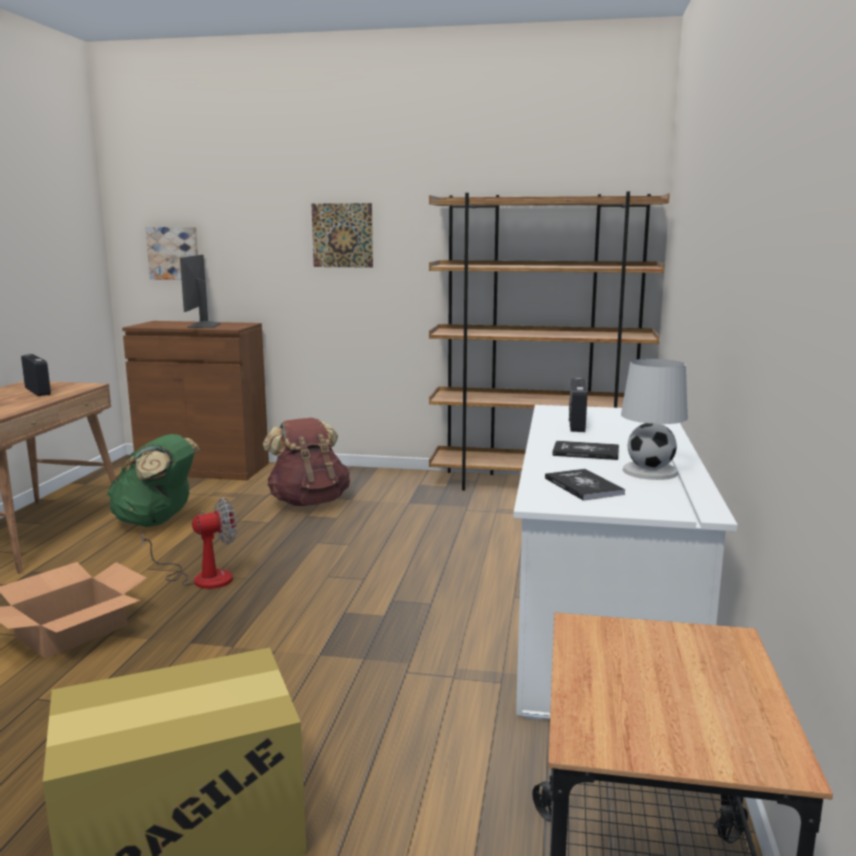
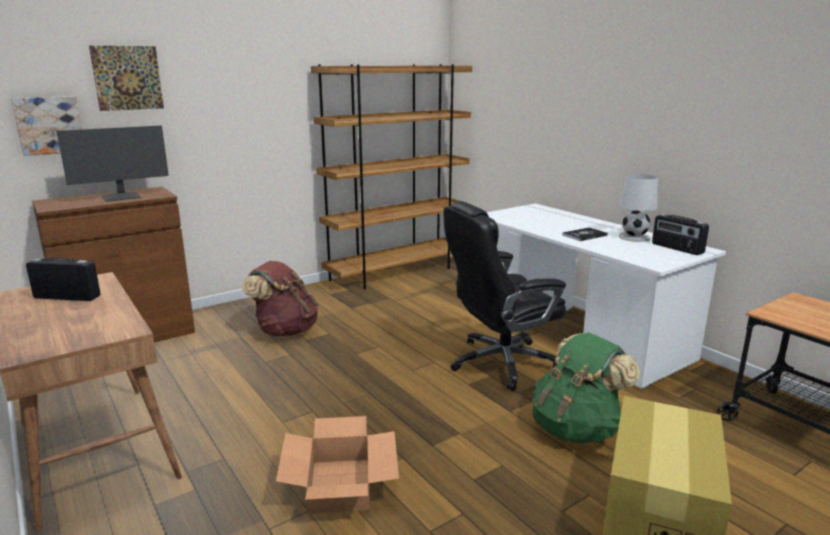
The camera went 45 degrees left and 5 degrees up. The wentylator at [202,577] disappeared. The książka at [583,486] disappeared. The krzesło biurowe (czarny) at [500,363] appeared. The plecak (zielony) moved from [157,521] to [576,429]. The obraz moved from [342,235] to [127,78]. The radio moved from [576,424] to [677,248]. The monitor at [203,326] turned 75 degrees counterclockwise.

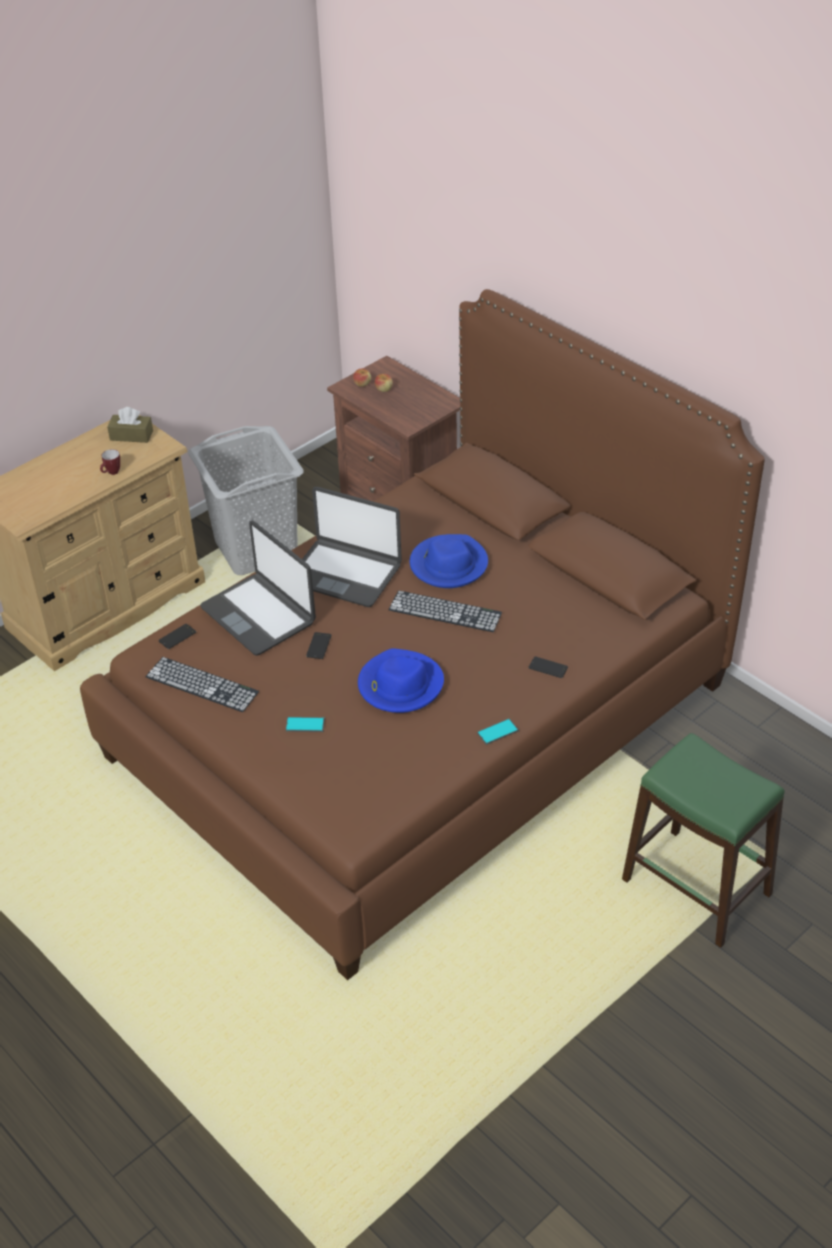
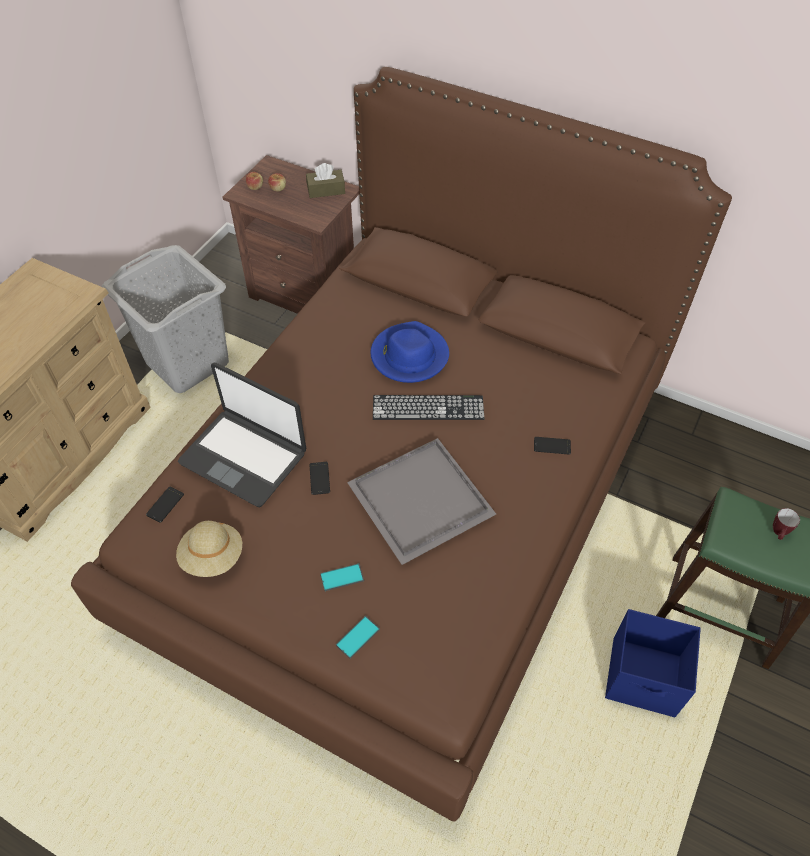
The camera went 20 degrees left and 10 degrees up. The laptop at [345,573] disappeared. The pojemnik do przechowywania (niebieski) at [644,678] appeared. The kubek moved from [112,473] to [778,534]. The pudełko chusteczek (brązowy) moved from [131,435] to [326,190]. The telefon moved from [497,732] to [358,637]. The klawiatura at [202,684] was replaced by the kapelusz (beżowy) at [212,557]. The kapelusz (niebieski) at [400,685] was replaced by the taca (szary) at [420,503].

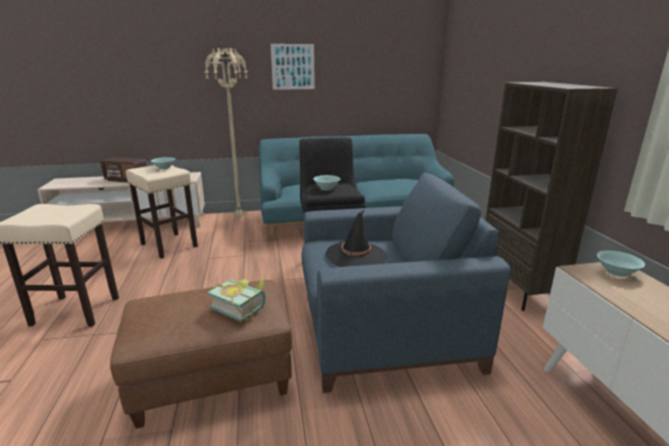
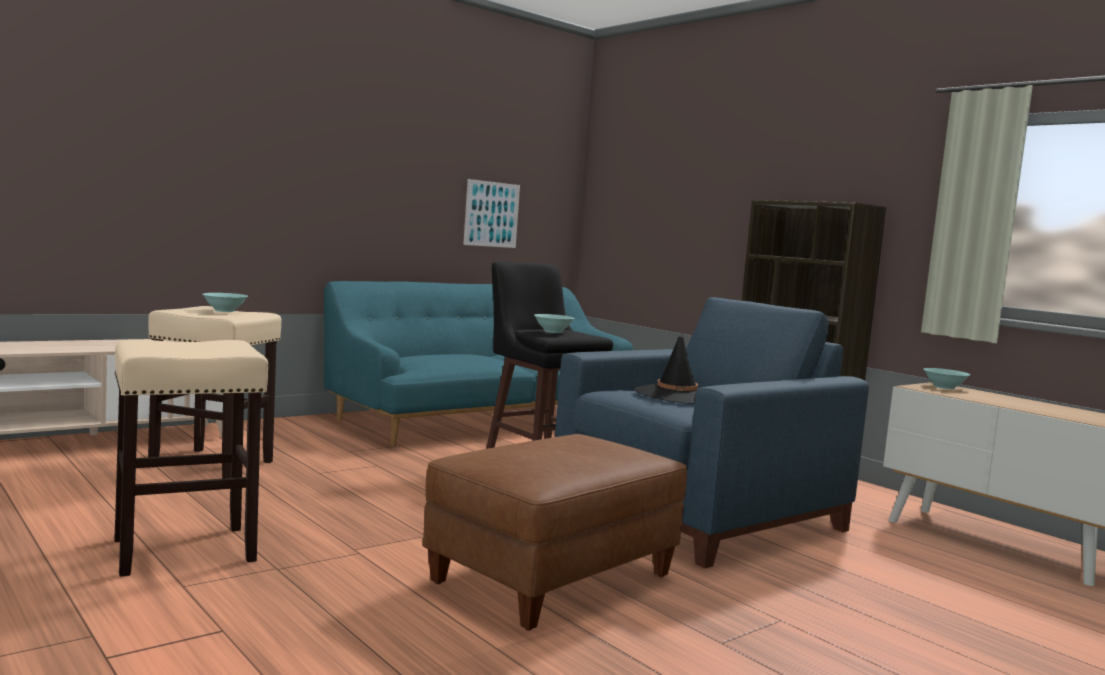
The camera went 30 degrees left and 15 degrees down. The radio at [126,180] disappeared. The lampa stojąca (beżowy) at [240,217] disappeared. The książka at [242,306] disappeared. The obraz moved from [293,67] to [491,214].

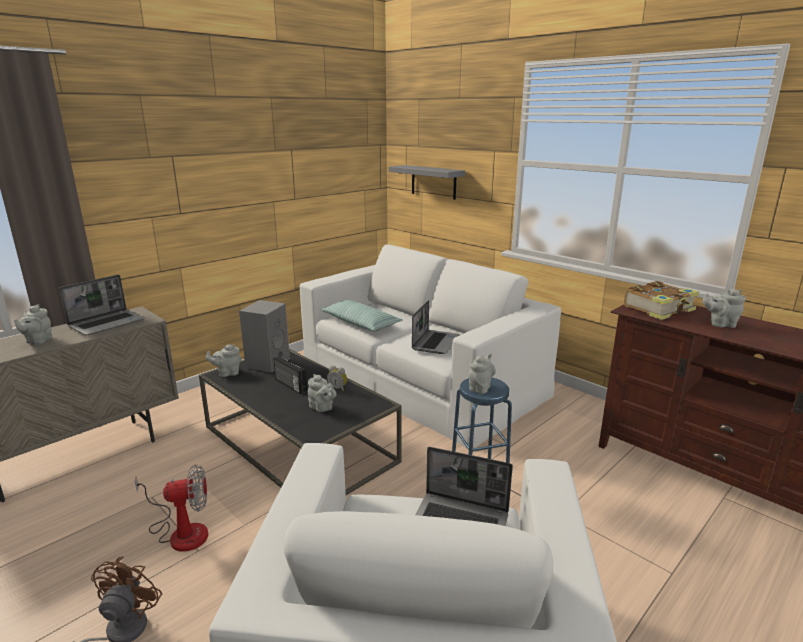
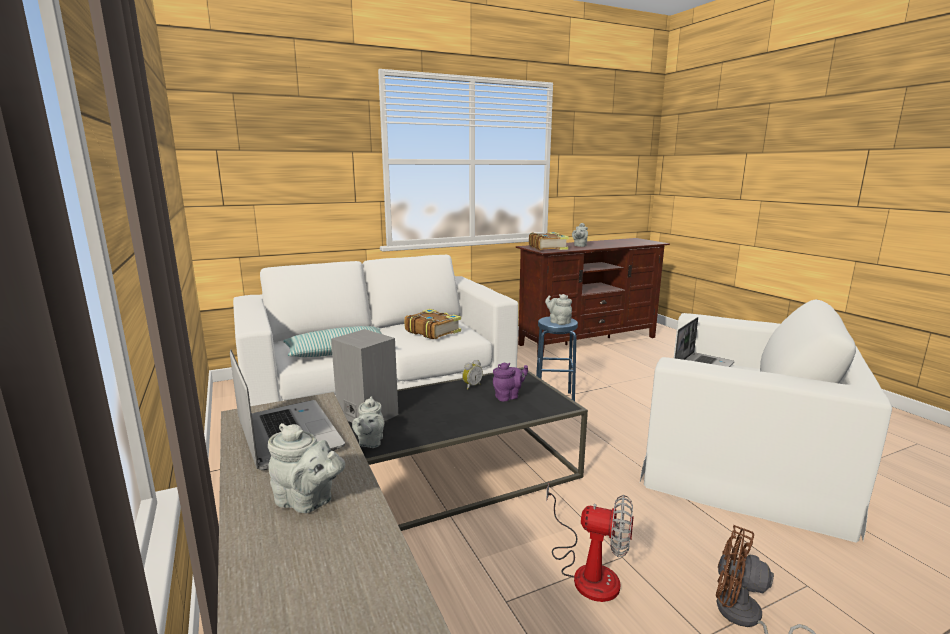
The camera went 70 degrees left and 5 degrees down. The radio at [290,385] disappeared. The półka (szary) at [433,182] disappeared. The laptop at [435,343] was replaced by the książka at [432,331]. The imbryk (szary) at [322,408] became the imbryk (fioletowy) at [508,396]. The wentylator at [181,532] turned 105 degrees clockwise.

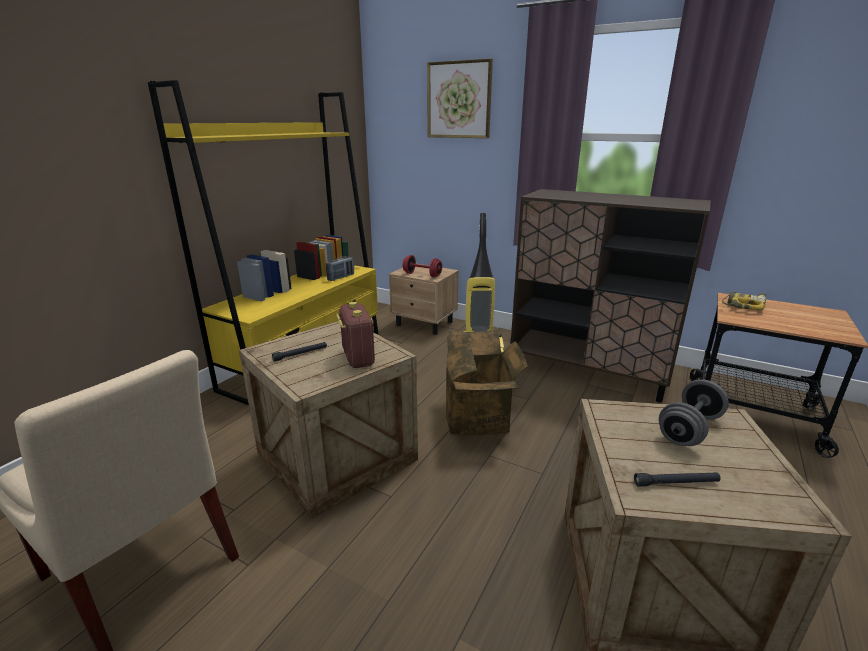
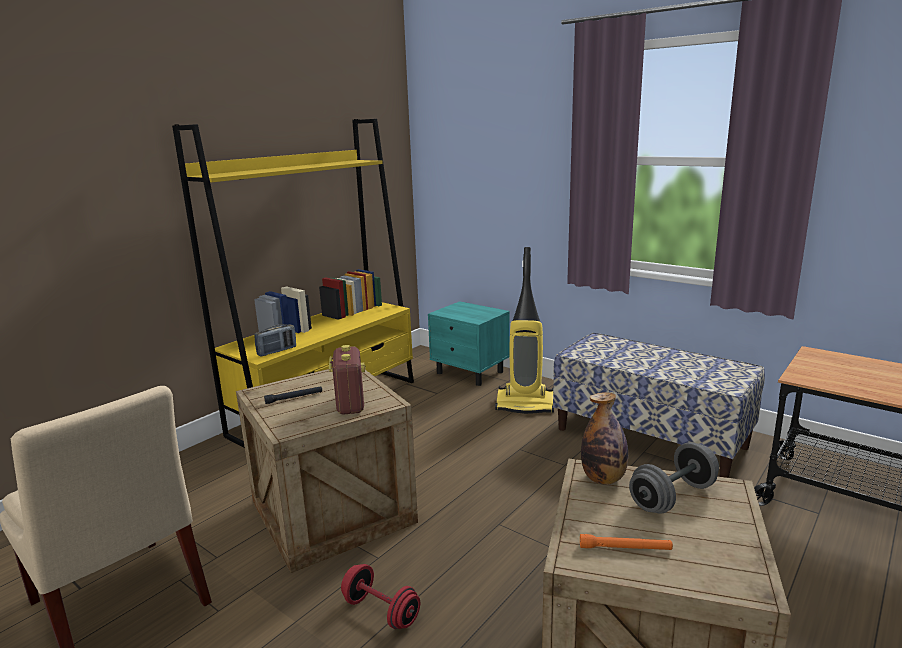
The camera went 10 degrees right and 5 degrees down. The obraz at [459,100] disappeared. The karton at [480,417] disappeared. The wiertarka at [743,305] disappeared. The butelka at [603,479] appeared. The radio moved from [341,277] to [277,351]. The hantel (czerwony) moved from [422,275] to [381,611]. The szafka (brązowy) at [588,372] was replaced by the ławka at [650,438]. The szafka nocna (beżowy) at [425,324] became the szafka nocna (turkusowy) at [470,373]. The latarka (czarny) at [676,483] became the latarka (pomarańczowy) at [625,548].

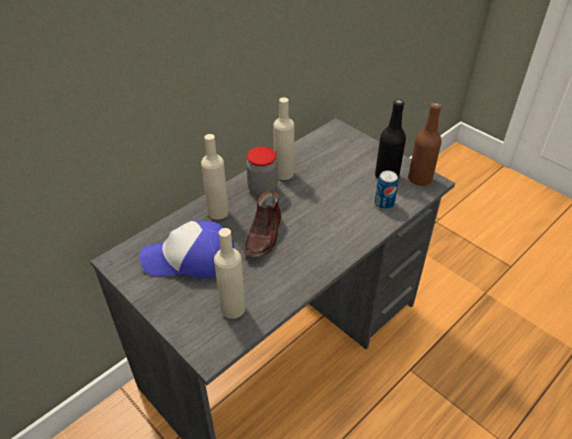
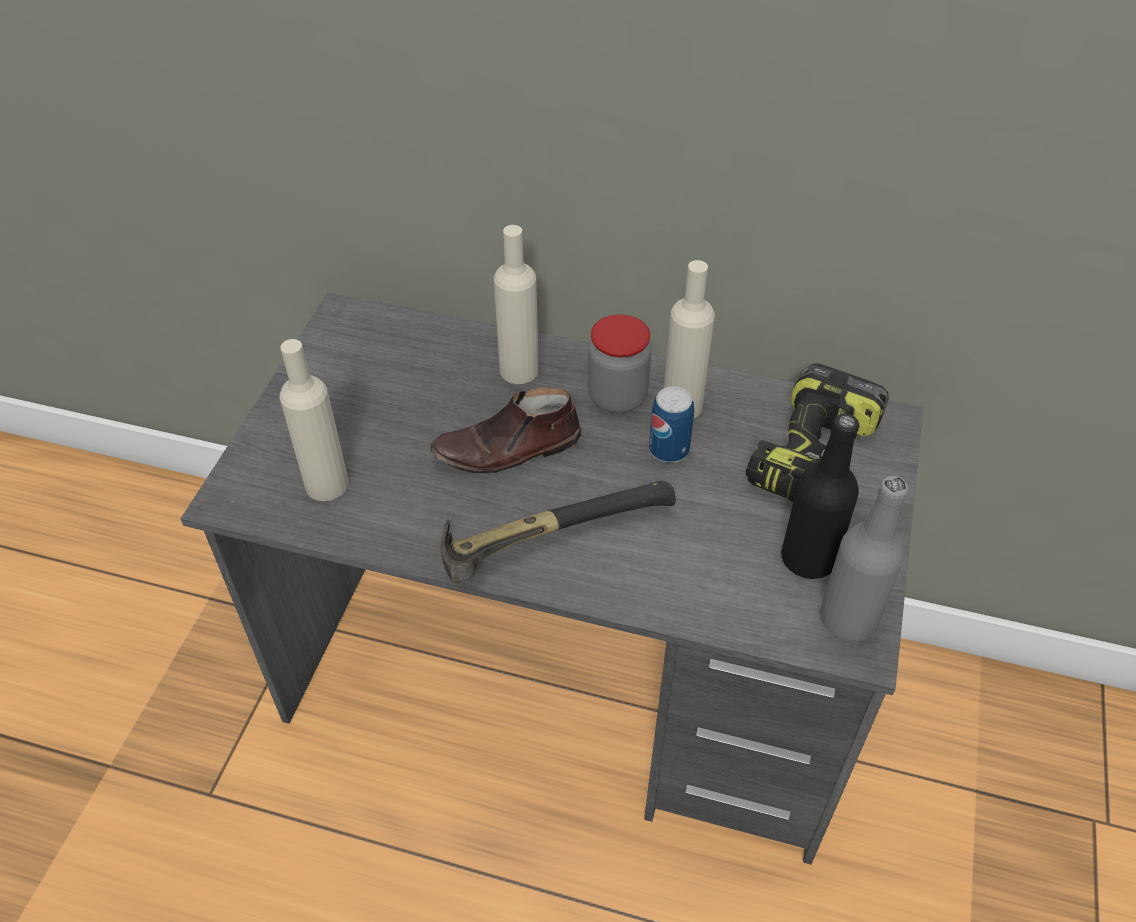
The camera went 60 degrees right and 5 degrees up. The czapka z daszkiem at [190,259] disappeared. The młotek at [546,536] appeared. The wiertarka at [816,459] appeared. The puszka moved from [384,203] to [669,450]. The butelka (brązowy) at [420,179] became the butelka (szary) at [848,619].

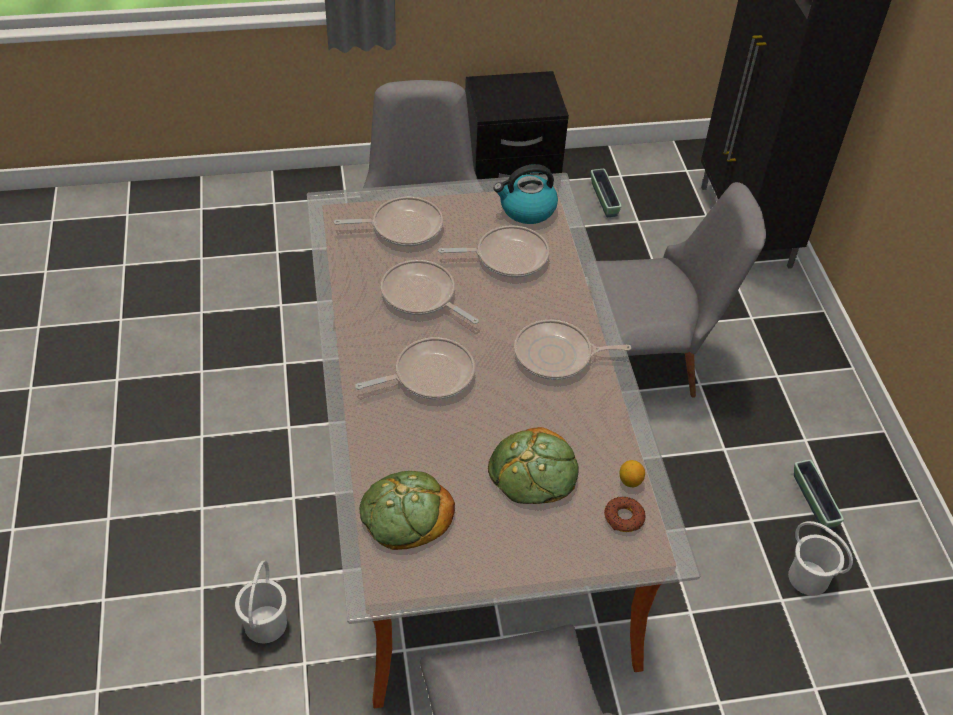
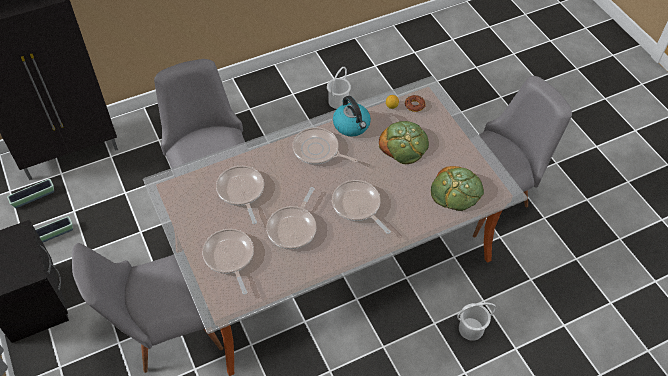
The camera went 105 degrees left and 5 degrees up. The czajnik moved from [526,209] to [352,125]. The donica moved from [813,501] to [33,197]. The patelnia at [557,356] turned 135 degrees clockwise.

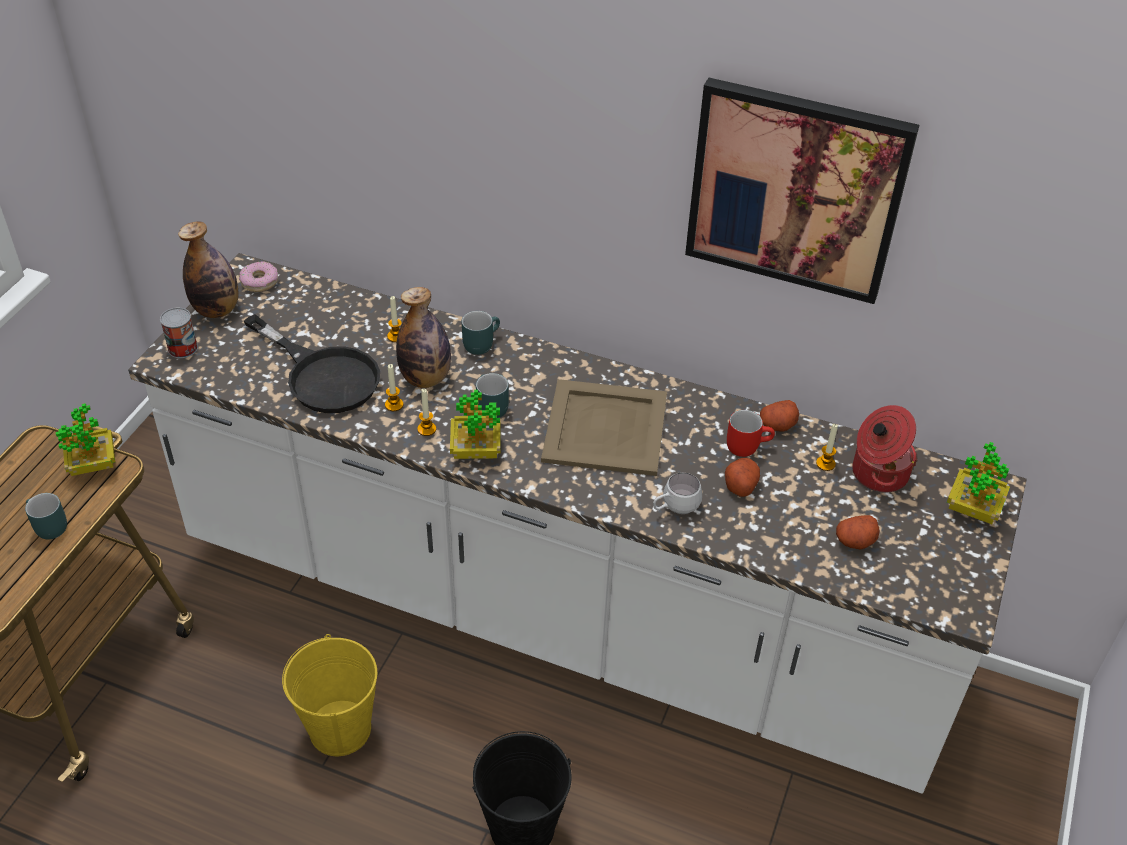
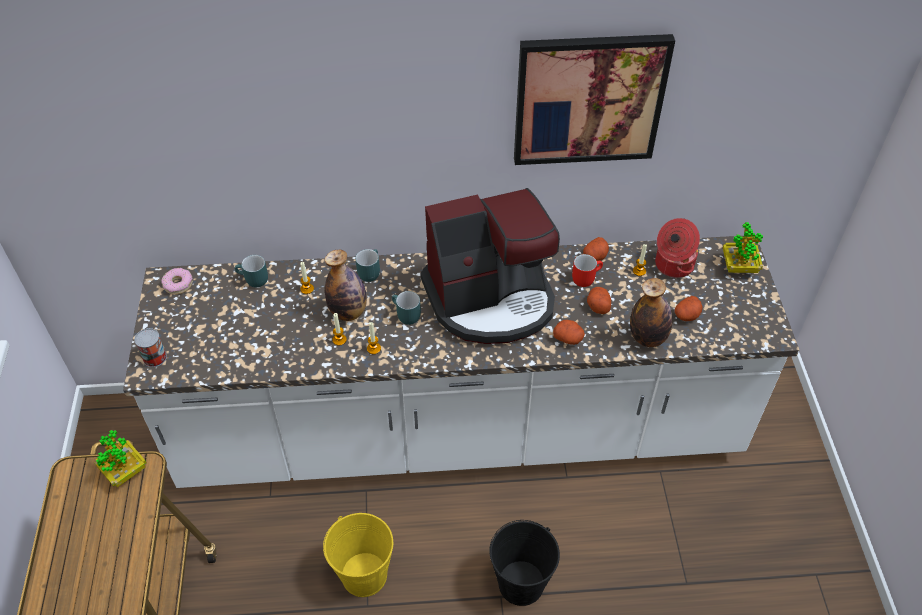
The camera went 25 degrees left and 5 degrees up. The patelnia (czarny) at [323,375] disappeared. The roślina doniczkowa at [476,450] disappeared. The kubek (turkusowy) moved from [46,527] to [253,281]. The butelka moved from [217,310] to [647,338]. The taca (beżowy) at [606,427] was replaced by the ekspres do kawy at [491,299]. The kubek (biały) at [675,508] was replaced by the ziemniak at [568,338].

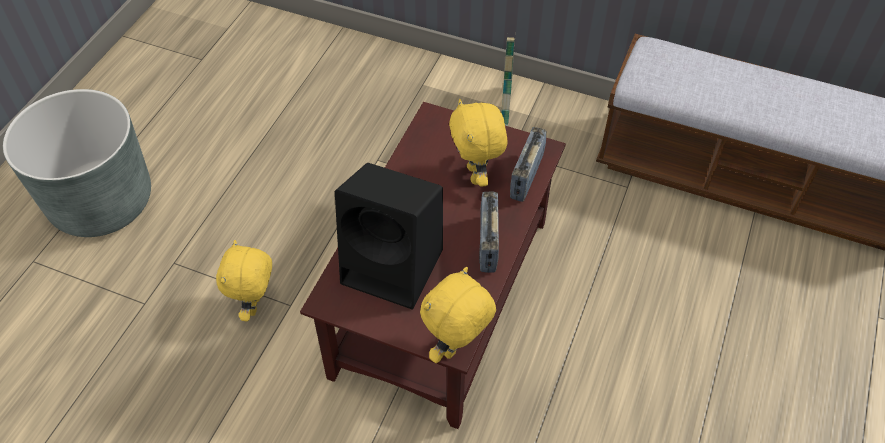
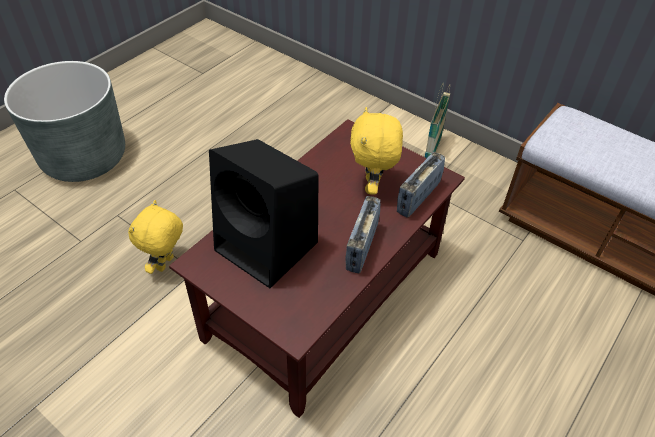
The camera went 15 degrees right and 5 degrees down. The pluszak (żółty) at [457,348] disappeared.

